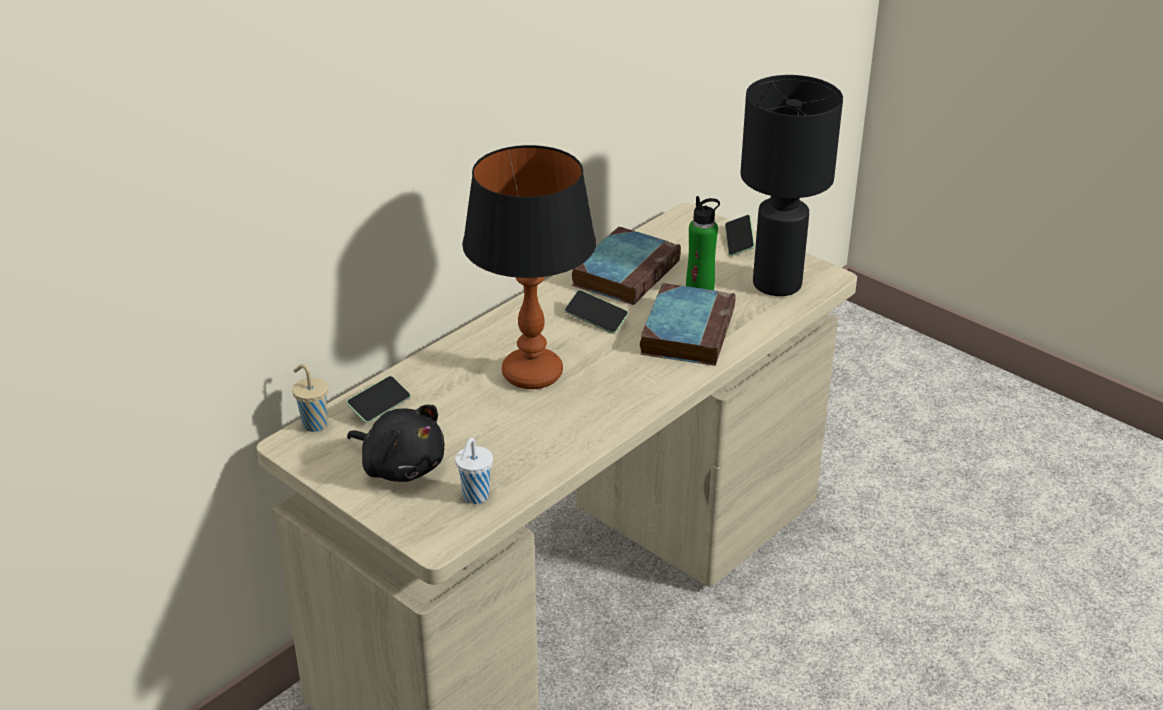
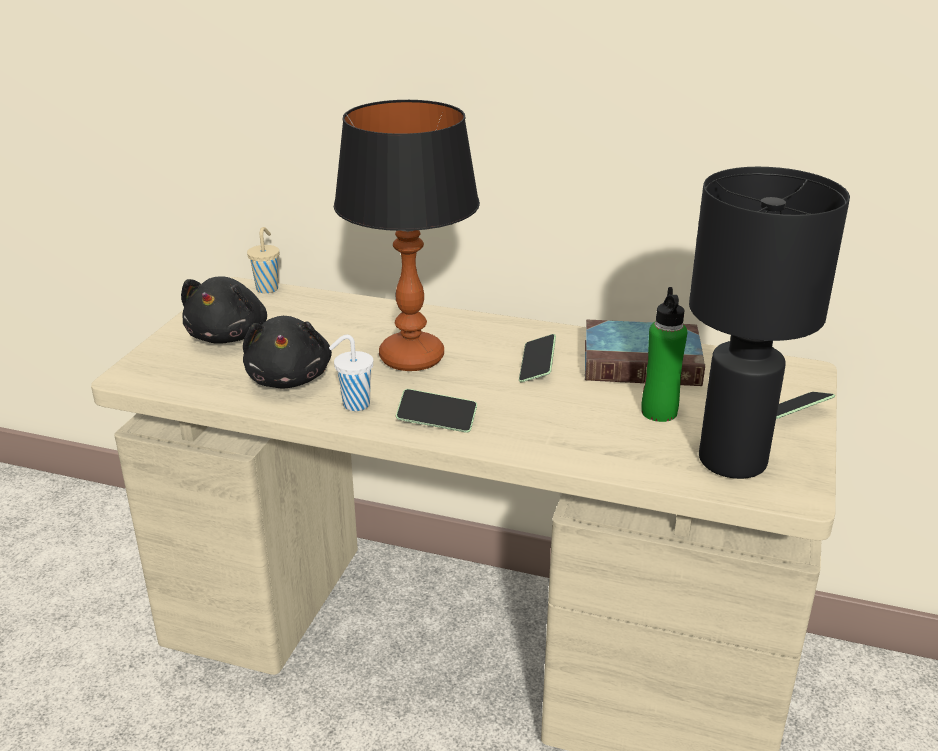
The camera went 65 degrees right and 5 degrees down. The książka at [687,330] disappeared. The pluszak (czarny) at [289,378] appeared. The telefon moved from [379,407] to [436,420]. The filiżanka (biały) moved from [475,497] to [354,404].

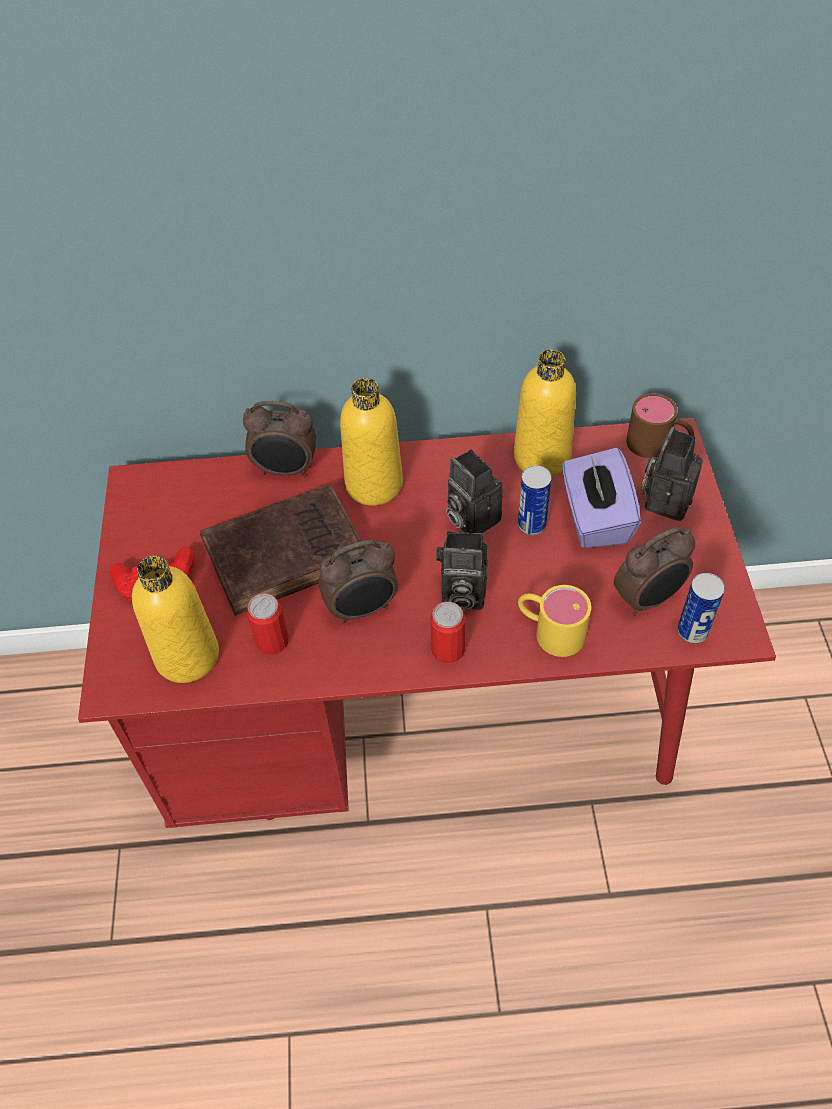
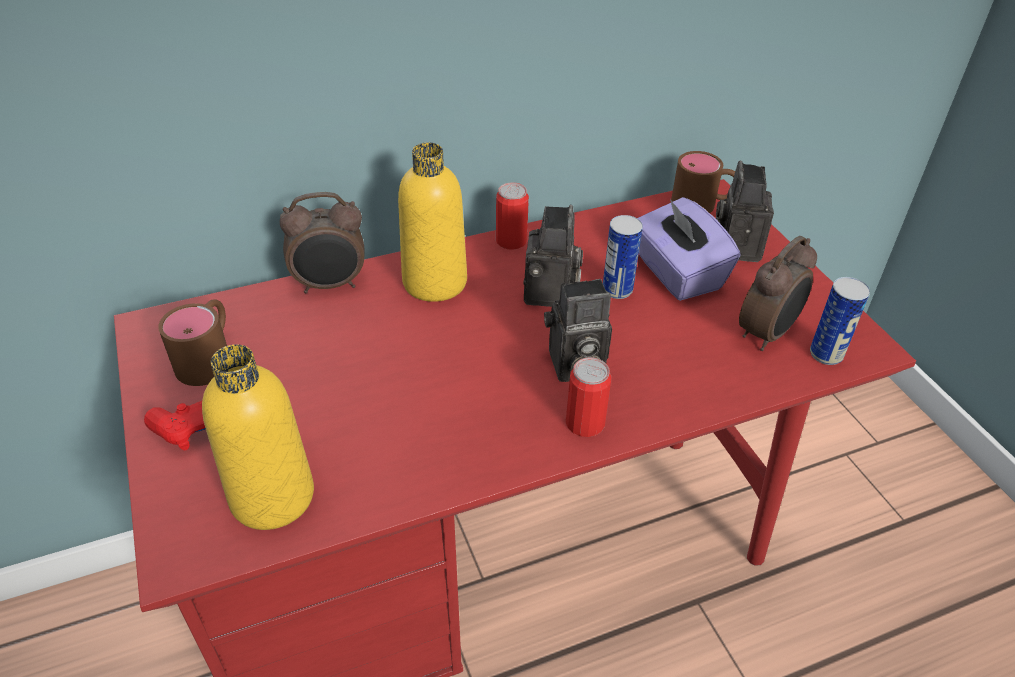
The camera went 20 degrees left and 10 degrees down. The książka (brązowy) at [289,552] disappeared. The budzik at [362,609] disappeared. The butelka (żółty) at [541,457] disappeared. The kubek (żółty) at [549,630] disappeared. The kubek (brązowy) at [210,357] appeared. The puszka moved from [272,641] to [511,241]. The aparat fotograficzny at [470,518] turned 120 degrees counterclockwise.

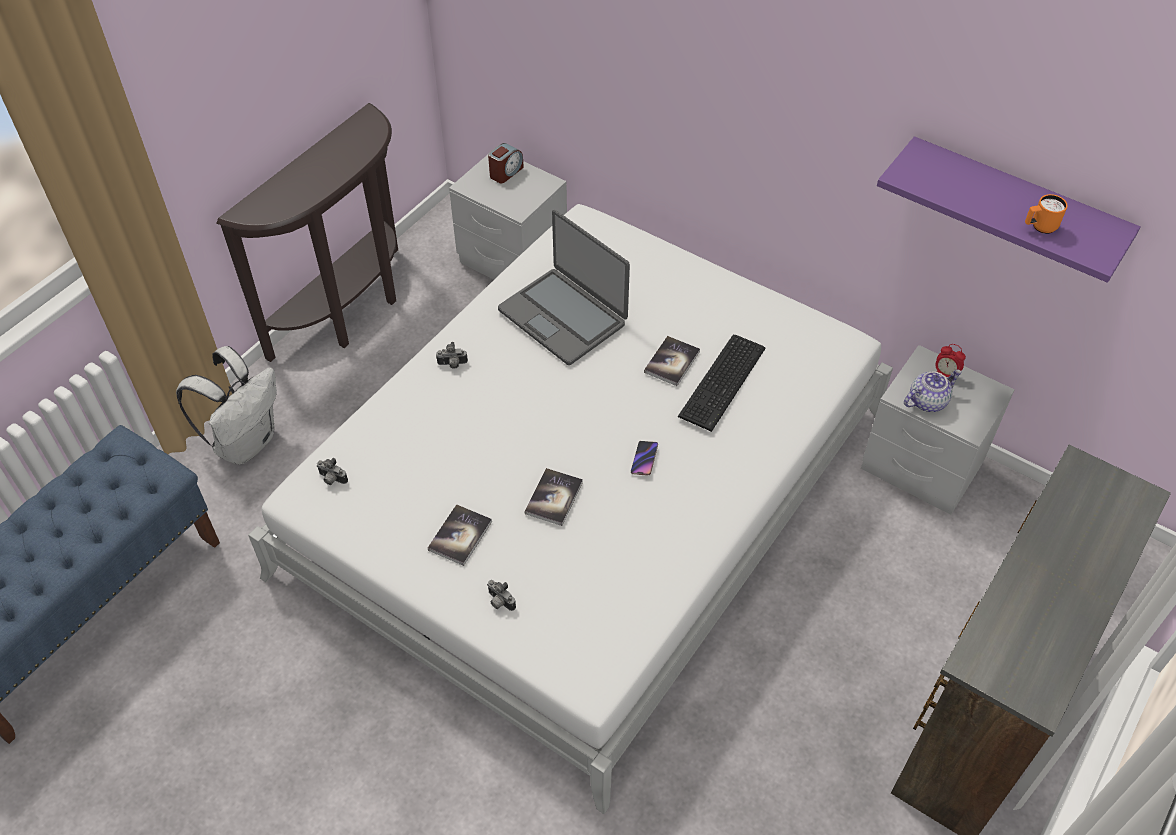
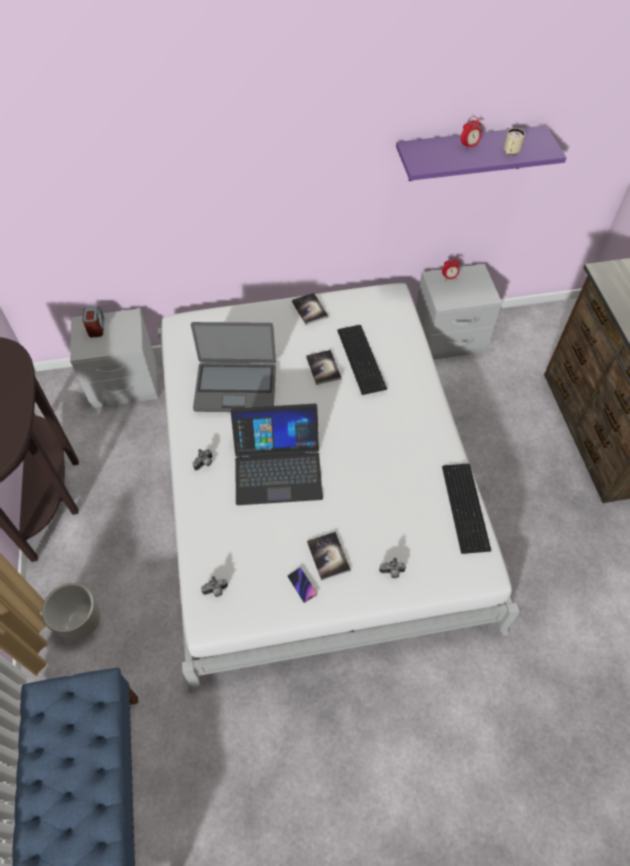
The camera went 45 degrees left and 5 degrees up. The imbryk at [927,401] disappeared. The laptop at [278,467] appeared. The klawiatura at [467,506] appeared. The budzik at [469,146] appeared. The książka moved from [554,498] to [309,309]. The telefon moved from [644,459] to [302,585]. The plecak (biały) at [246,442] was replaced by the donica at [81,622]. The kubek (pomarańczowy) at [1039,227] became the kubek (beżowy) at [510,153].

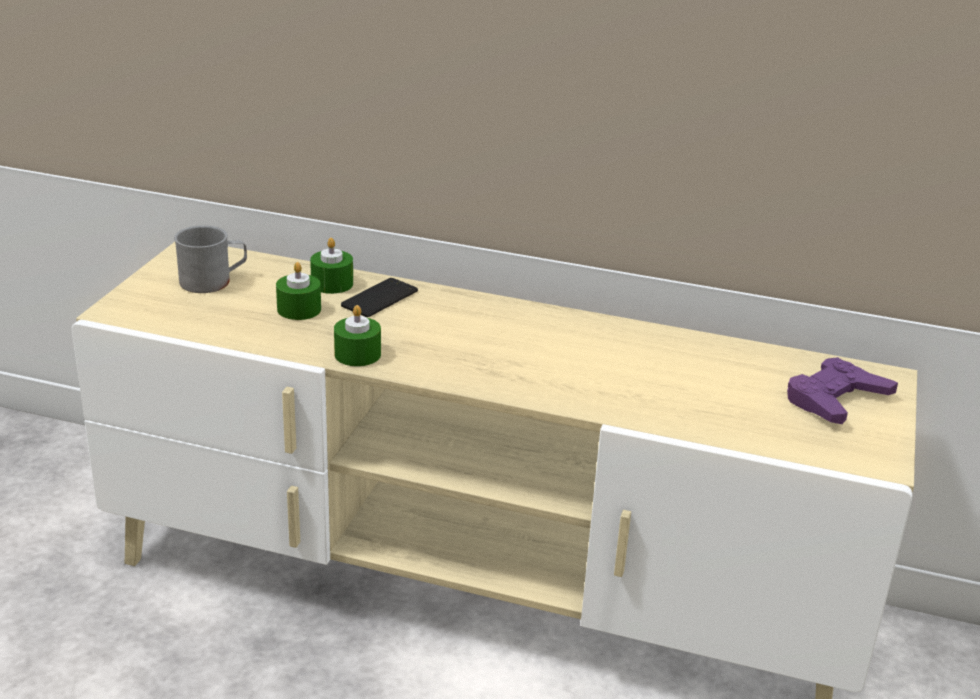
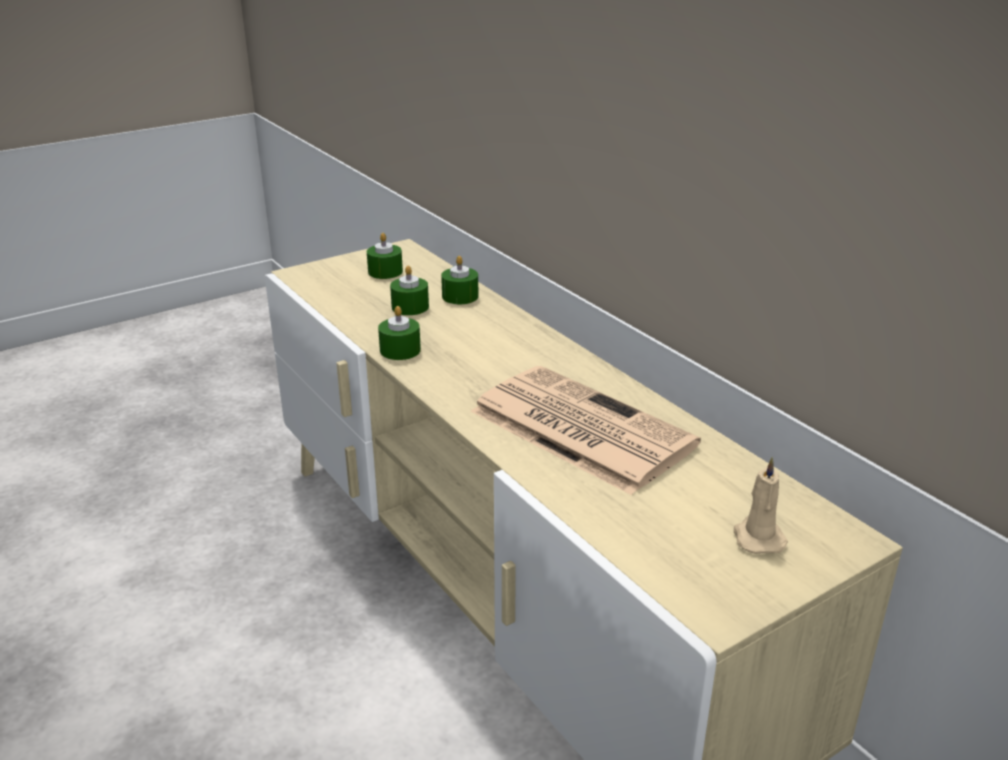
The camera went 40 degrees right and 0 degrees up. The telefon at [380,298] disappeared. The gazeta at [578,428] appeared. The kubek (szary) at [213,281] was replaced by the świeca (zielony) at [385,272]. The pad do gier (fioletowy) at [835,399] was replaced by the świeca (beżowy) at [757,537].

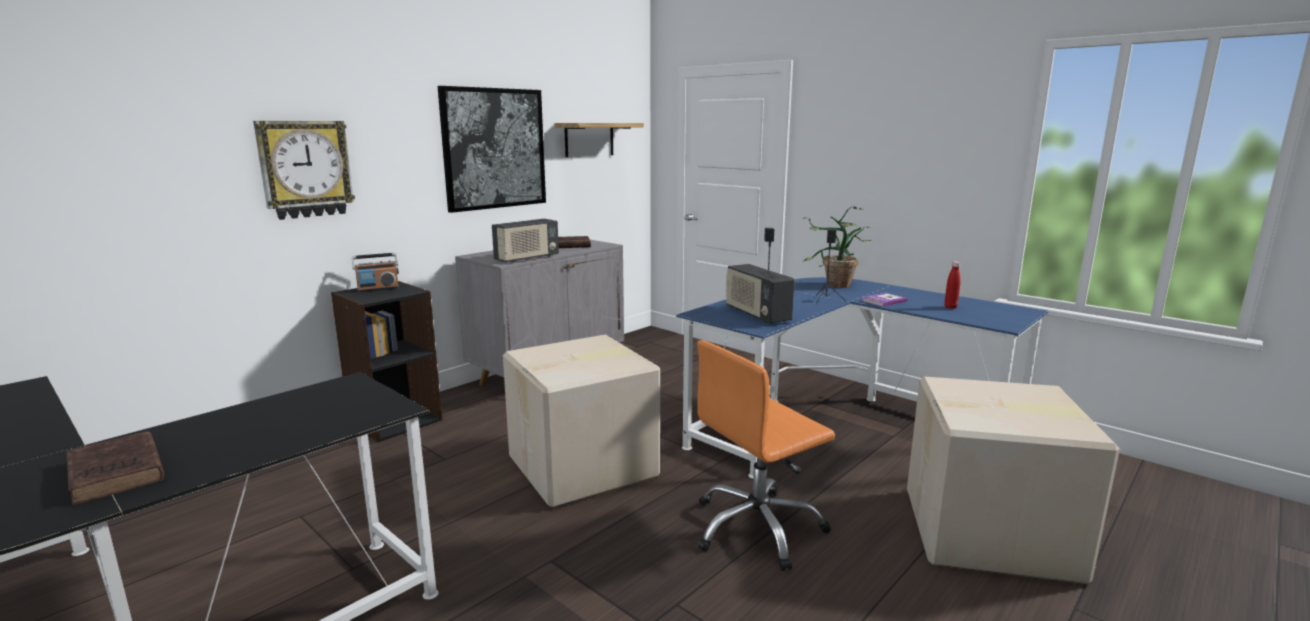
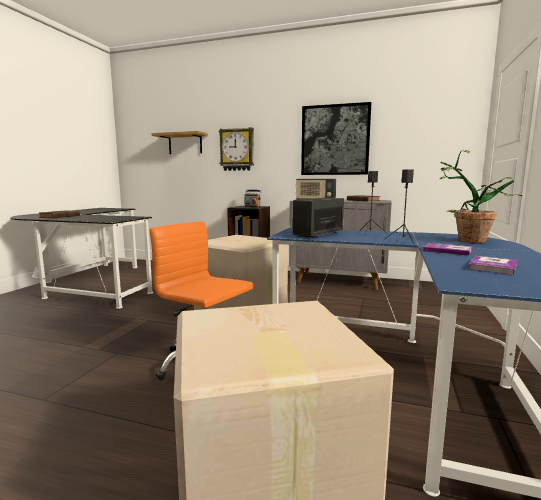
The camera went 65 degrees right and 5 degrees down. The półka moved from [589,139] to [185,144]. The butelka (czerwony) at [950,307] was replaced by the książka at [492,266].

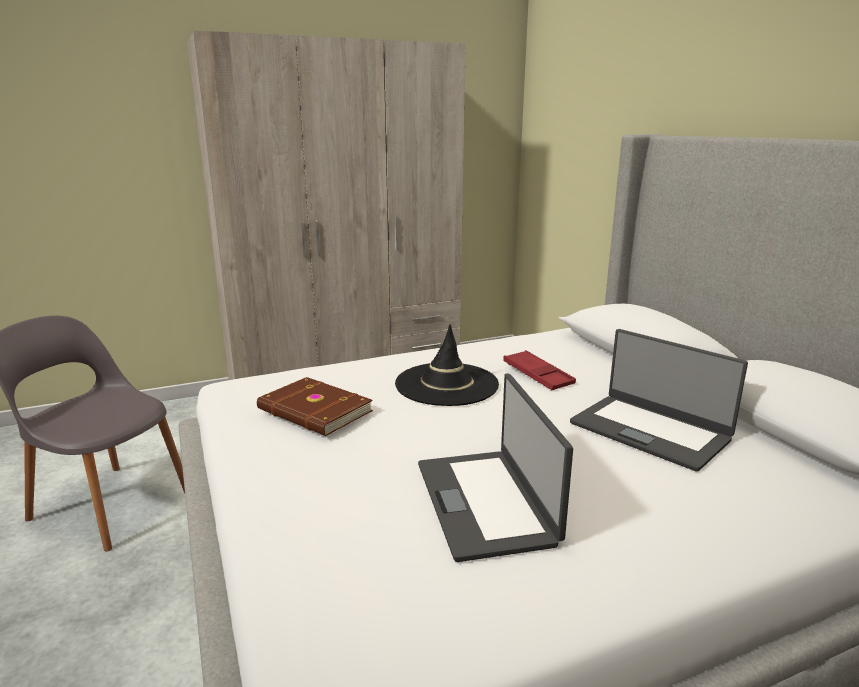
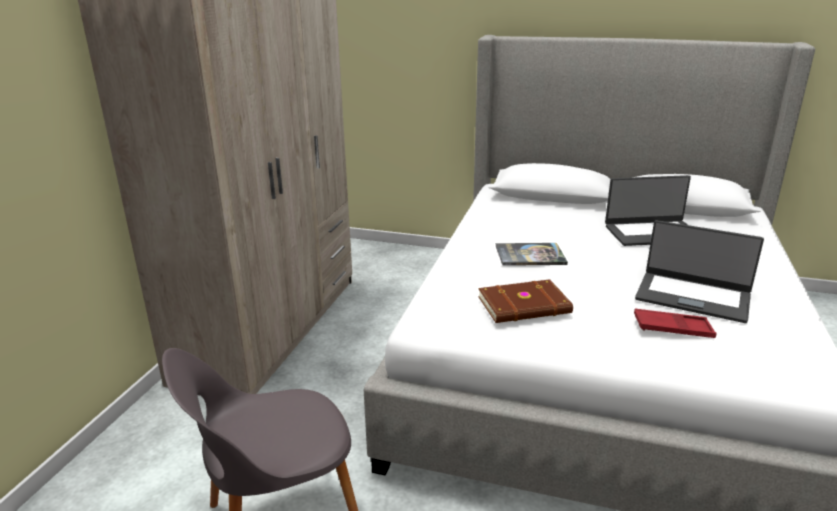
The camera went 50 degrees left and 5 degrees up. The taca (czerwony) moved from [538,375] to [672,328]. The kapelusz (czarny) at [446,384] was replaced by the książka at [530,255].

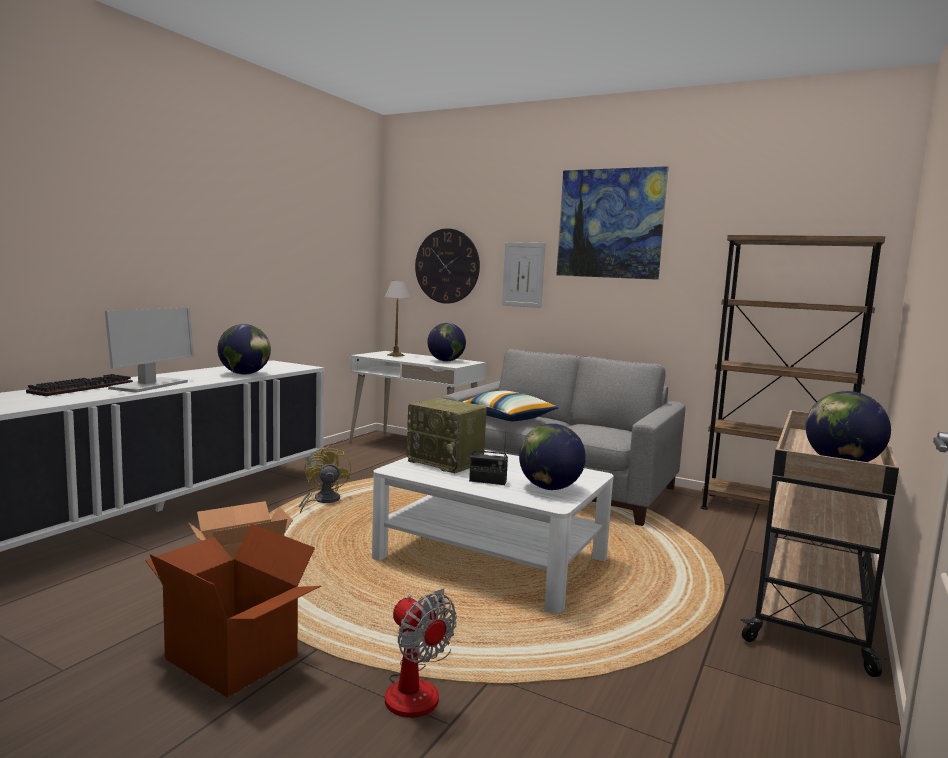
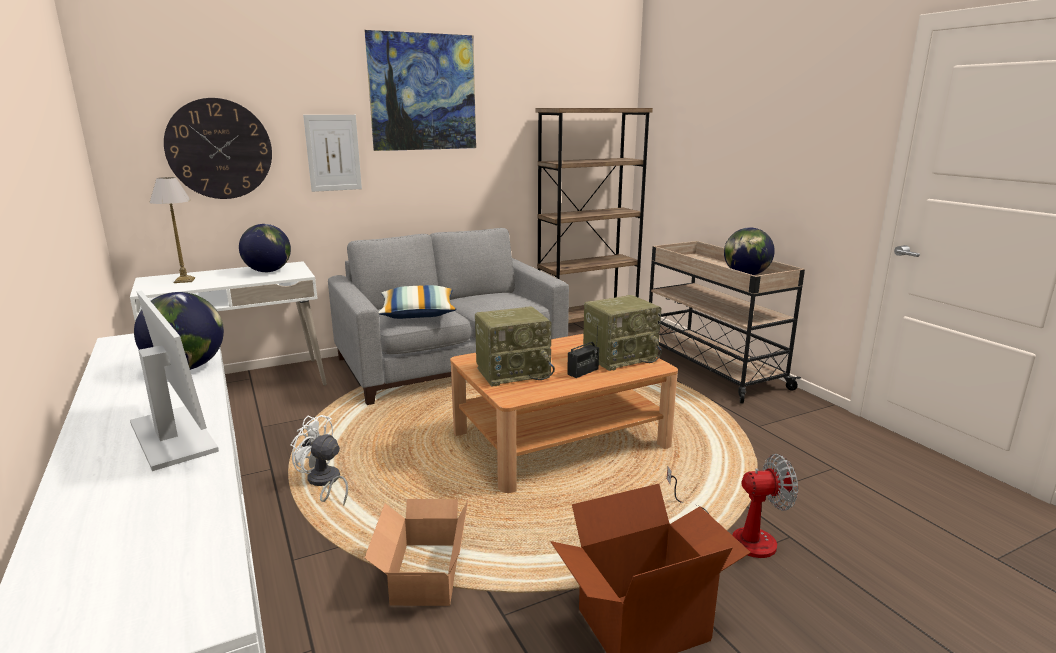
The camera went 55 degrees left and 10 degrees up. The klawiatura at [82,387] disappeared. The globus at [550,488] was replaced by the radio at [620,357]. The wentylator (żółty) at [322,501] became the wentylator (biały) at [324,483]. The ława (biały) at [491,558] became the ława (brązowy) at [560,439].

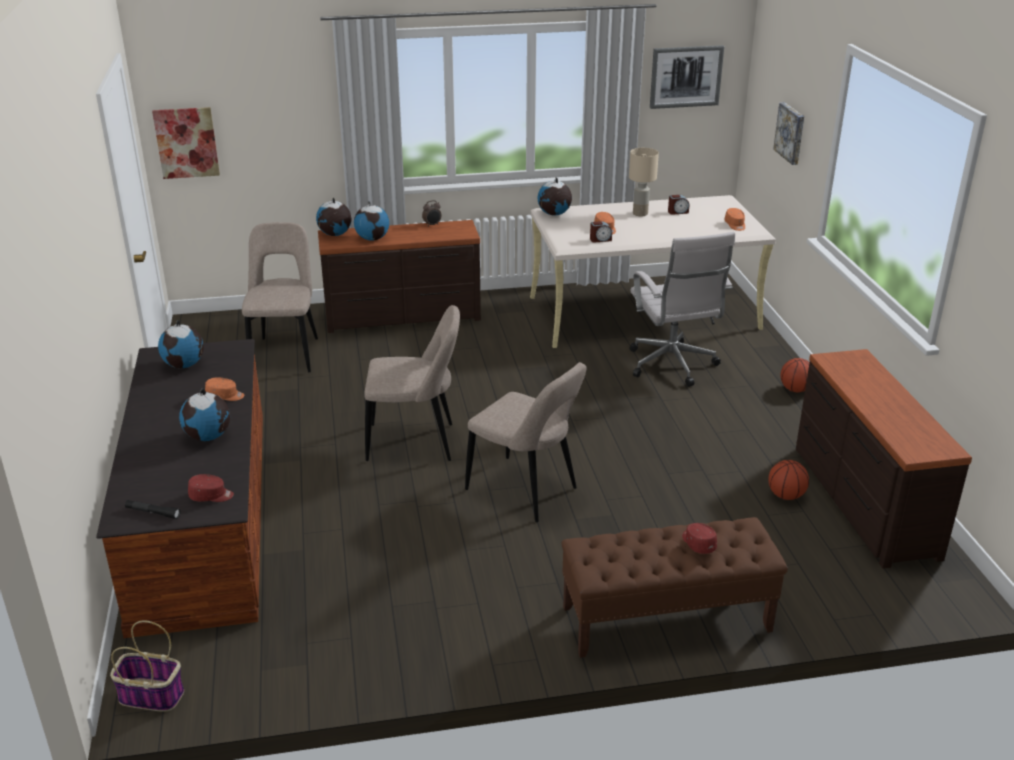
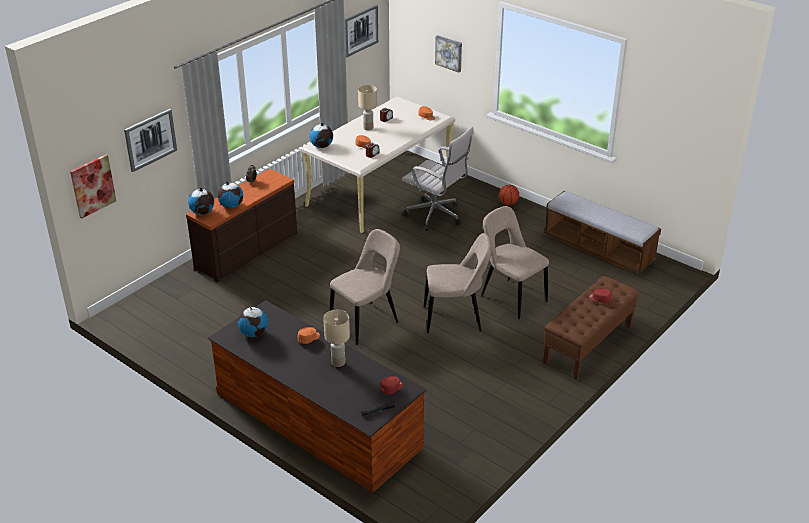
The camera went 40 degrees left and 5 degrees up. The koszyk at [150,696] disappeared. The piłka do koszykówki at [786,496] disappeared. The obraz at [150,139] appeared. The krzesło (beżowy) moved from [286,353] to [511,297]. The globus at [208,436] was replaced by the lampa stołowa (beżowy) at [338,362]. The komoda (brązowy) at [862,501] was replaced by the ławka at [598,249].

